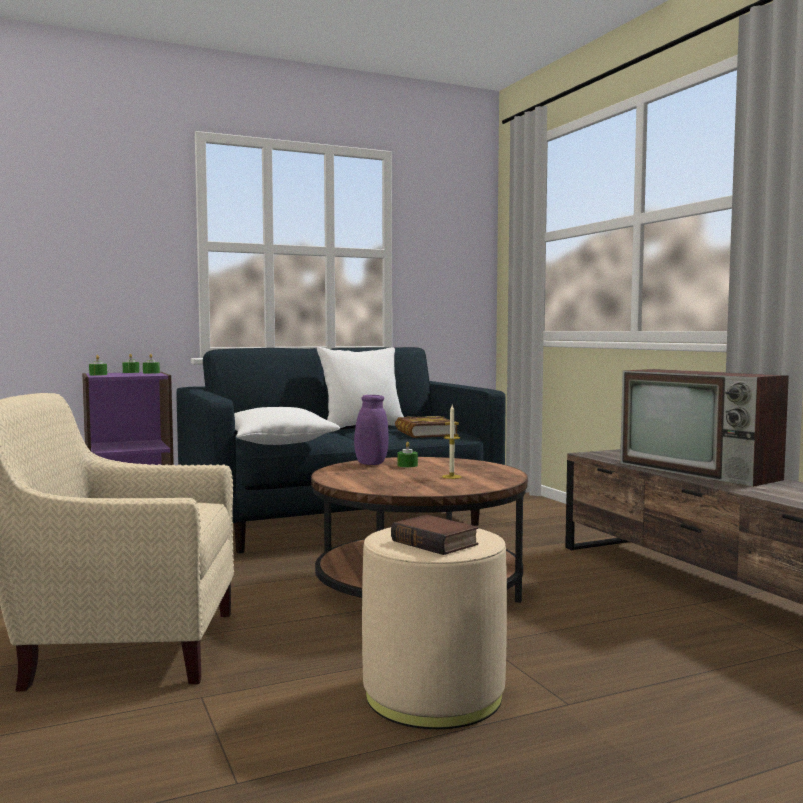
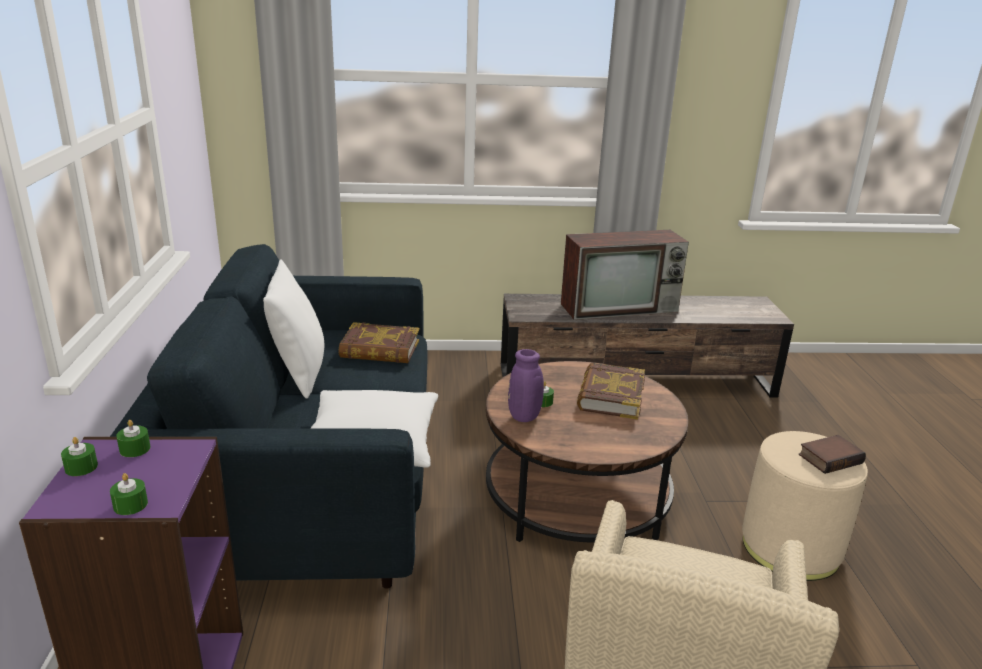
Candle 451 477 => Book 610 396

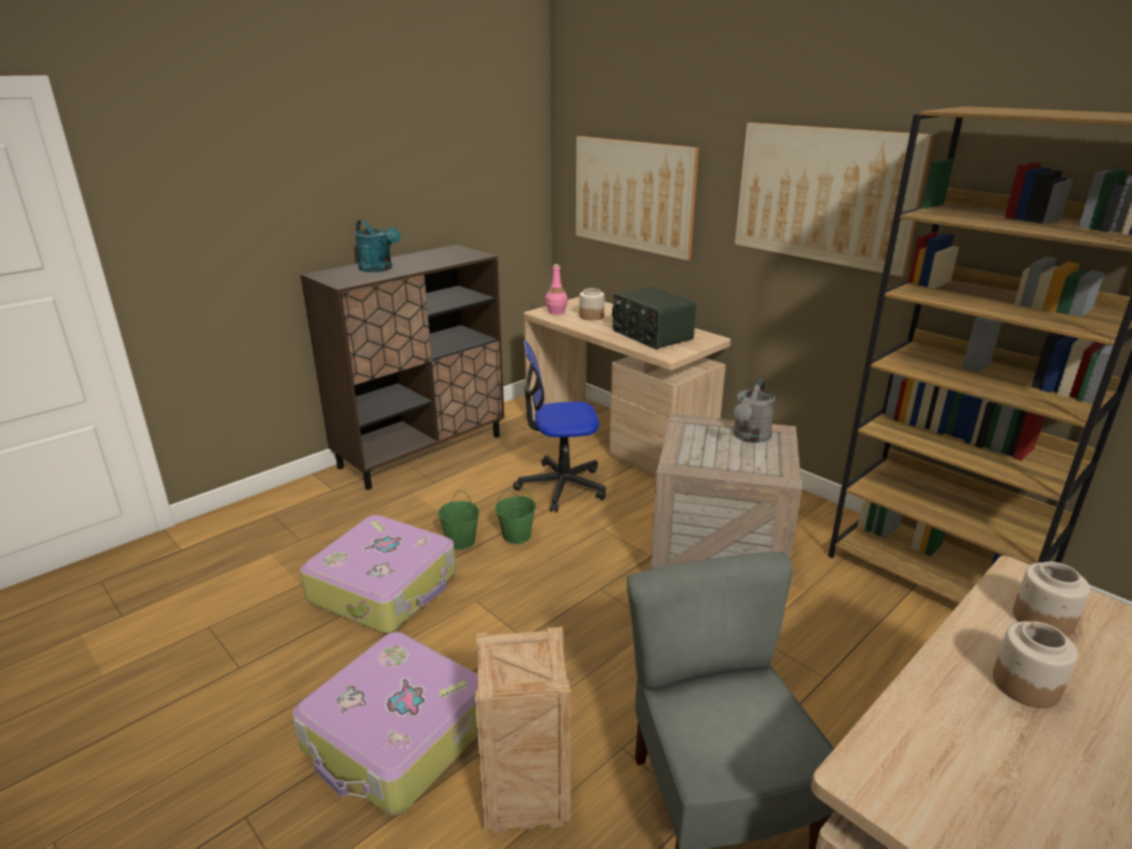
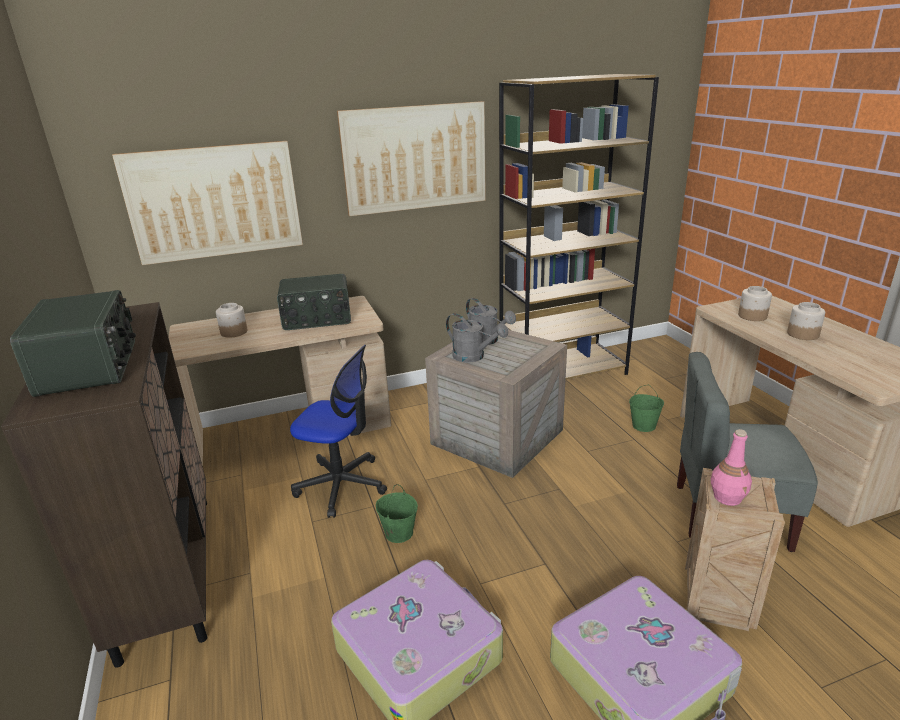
TurquoiseWateringCan 379 269 => Radio 91 367
GreenBucket 461 542 => GreenBucket 644 426, relocated
OfficeChair 561 486 => OfficeChair 341 485, 90 degrees counterclockwise
PinkBottle 556 312 => PinkBottle 727 497, relocated
nothing => GreyWateringCan 473 357

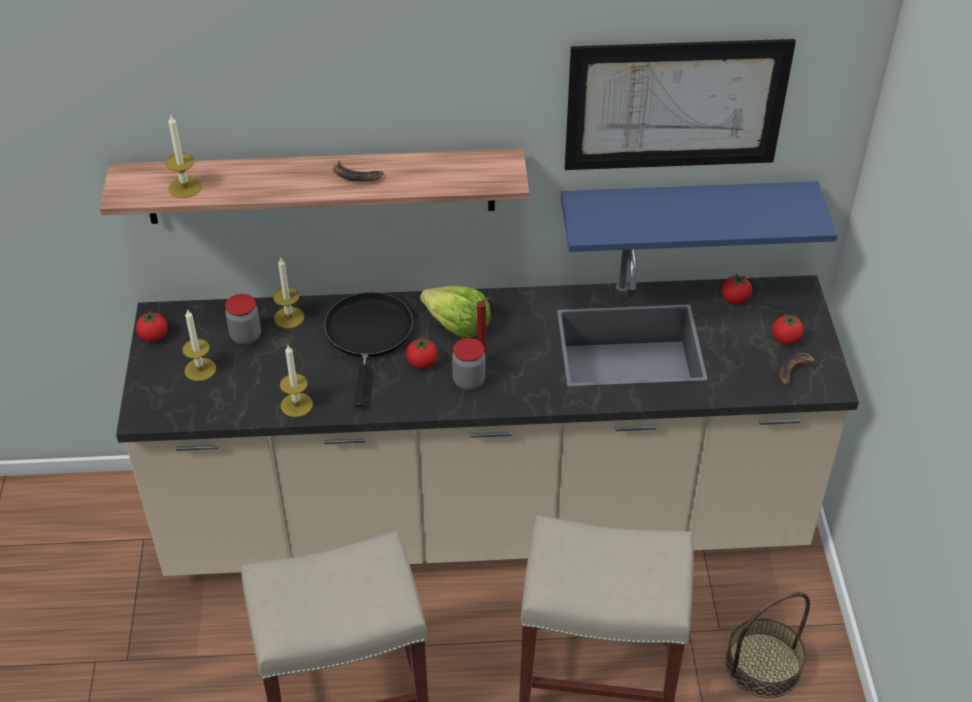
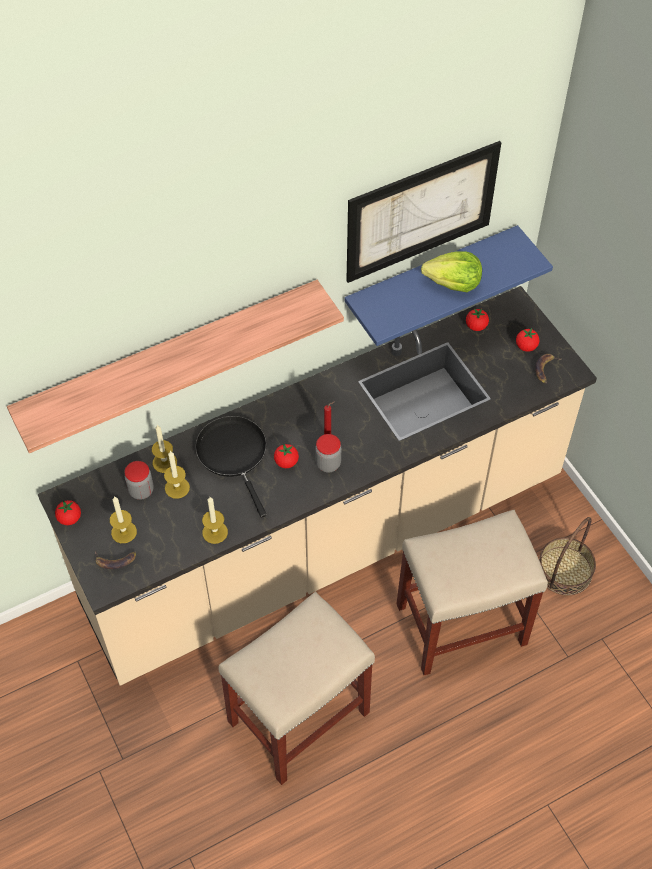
Candle 185 187 => Candle 177 487, relocated
Banana 357 175 => Banana 115 560, relocated
Lettuce 457 325 => Lettuce 453 283, relocated

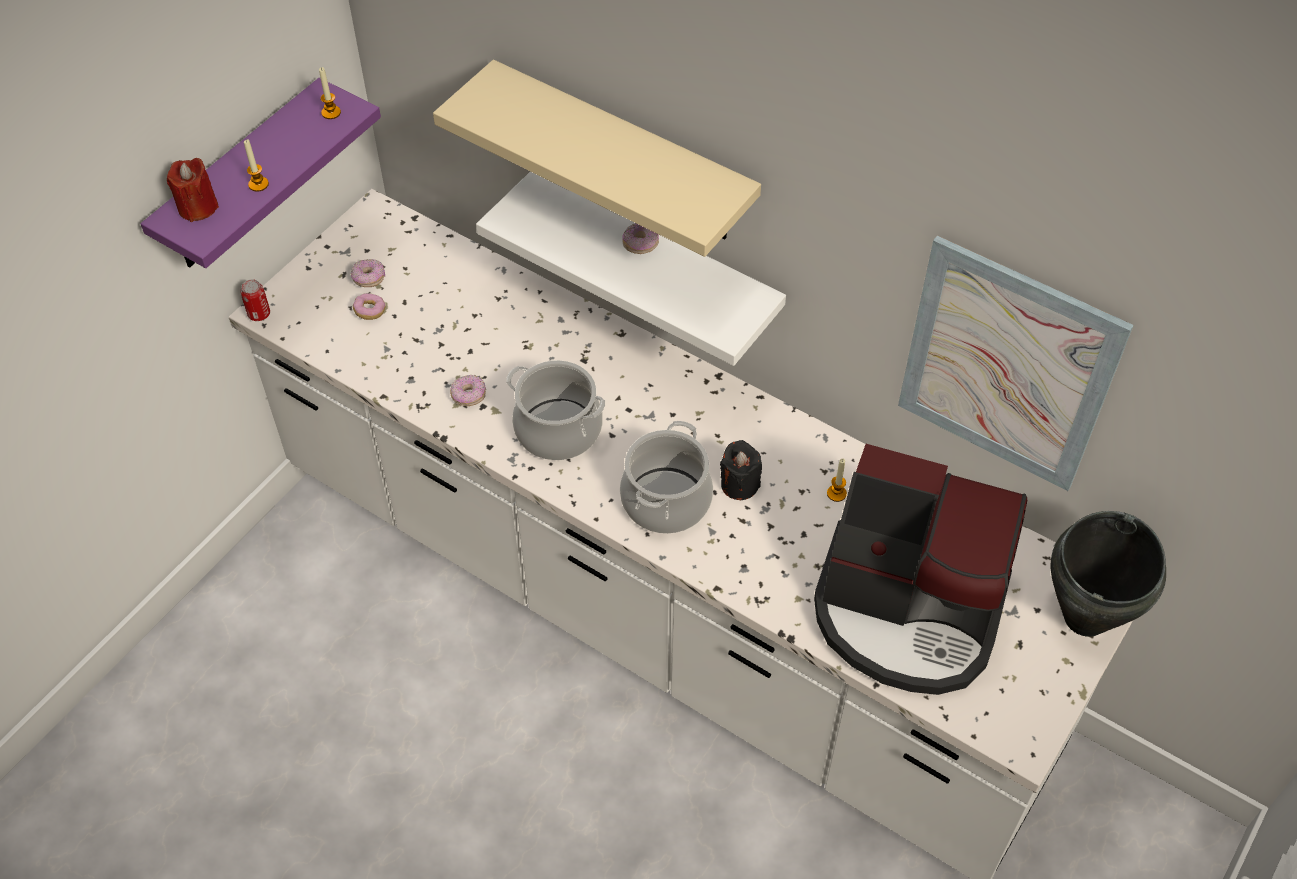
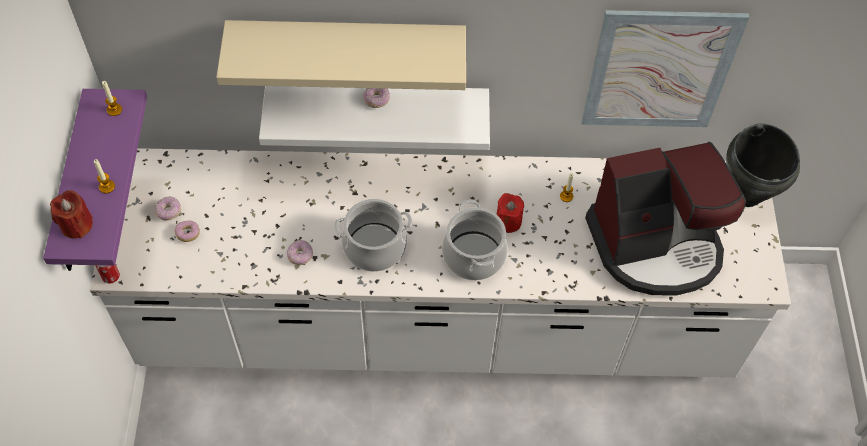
BlackCandle 739 484 => RedCandle 508 221

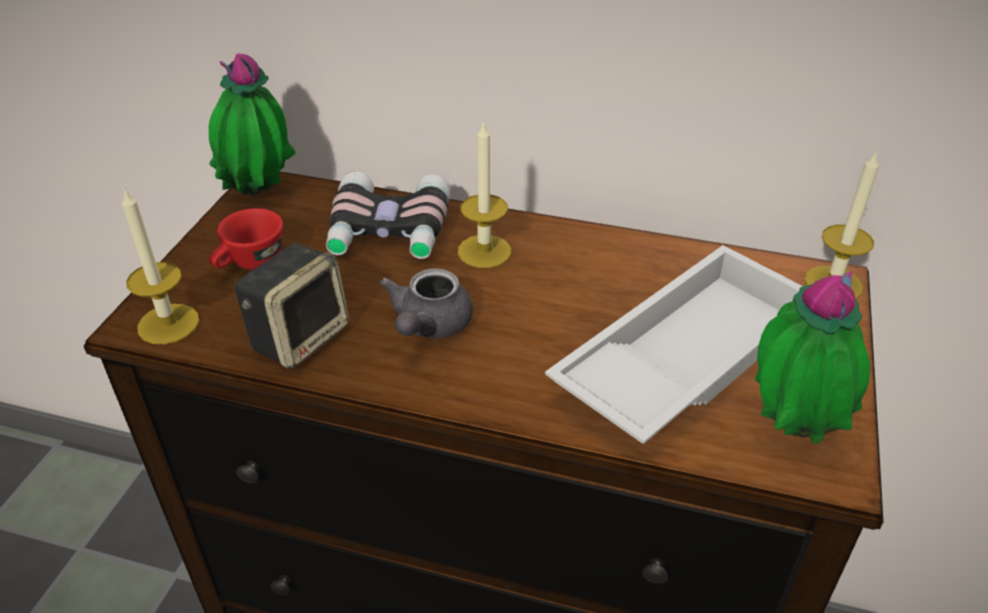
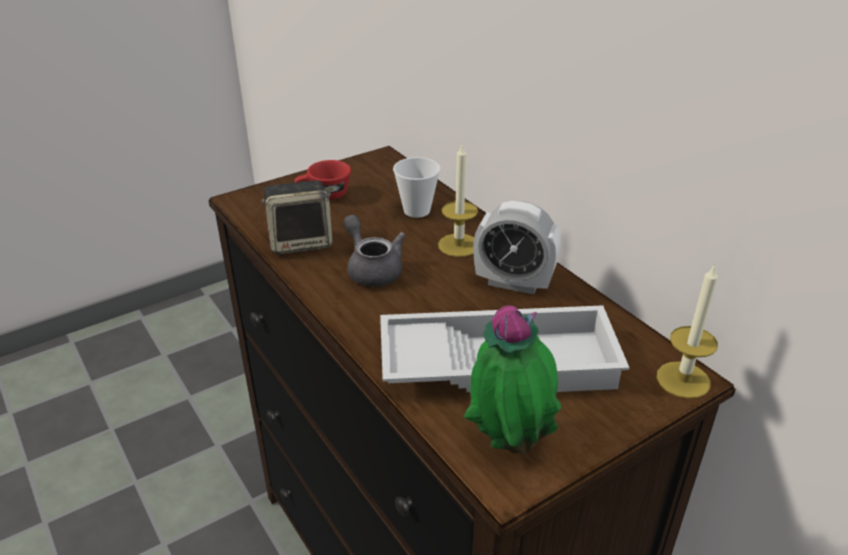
Candle 168 324 => nothing
PottedPlant 260 196 => nothing
Binoculars 388 232 => Cup 417 210
GreyTeapot 428 326 => GreyTeapot 372 269, 90 degrees clockwise
nothing => AlarmClock 513 283

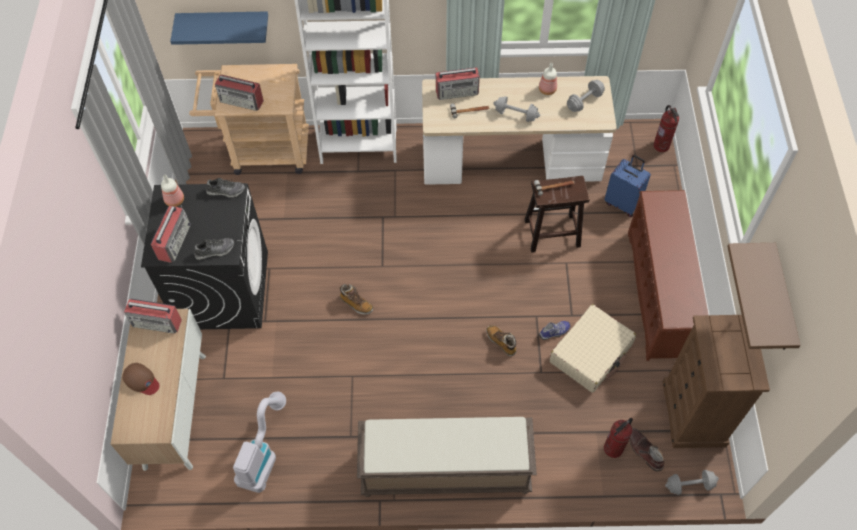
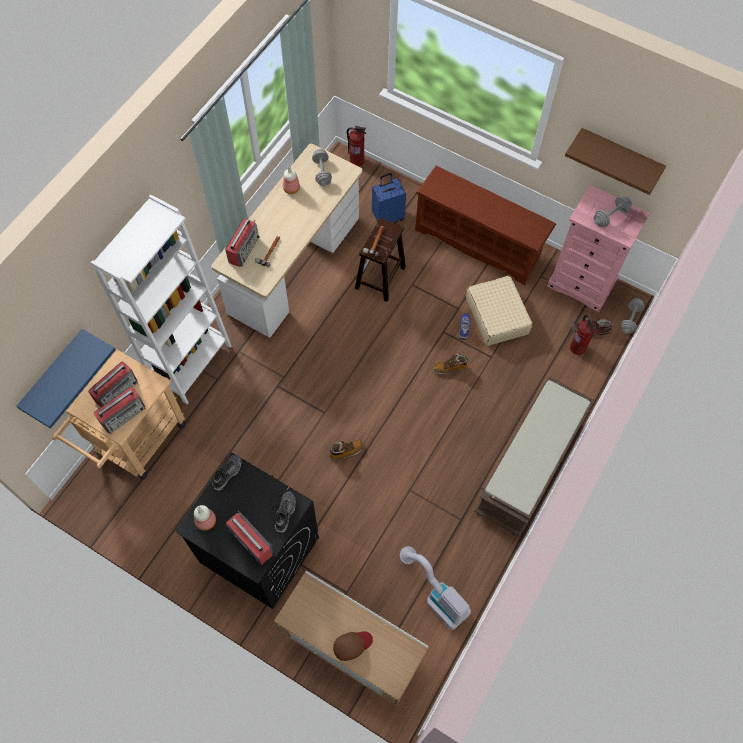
Radio 157 322 => Radio 117 391, relocated
GreyDumbbell 516 115 => GreyDumbbell 610 216, relocated
BrownDresser 694 414 => PinkDresser 582 283

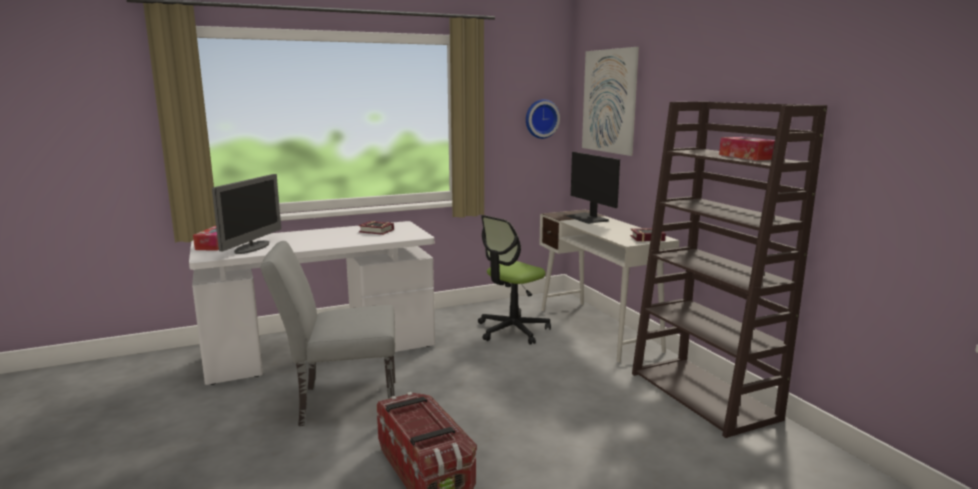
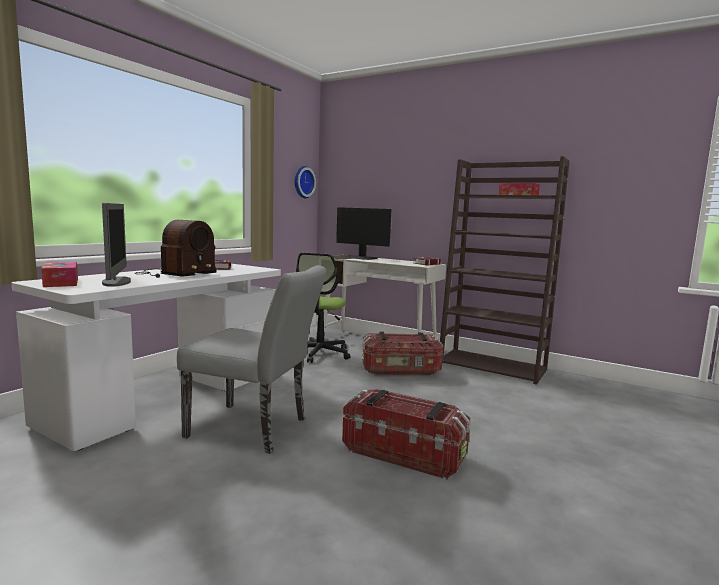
GreyChair 340 403 => GreyChair 255 429, 120 degrees counterclockwise
Picture 609 101 => nothing
nothing => Radio 175 274
nothing => StorageBox 401 371

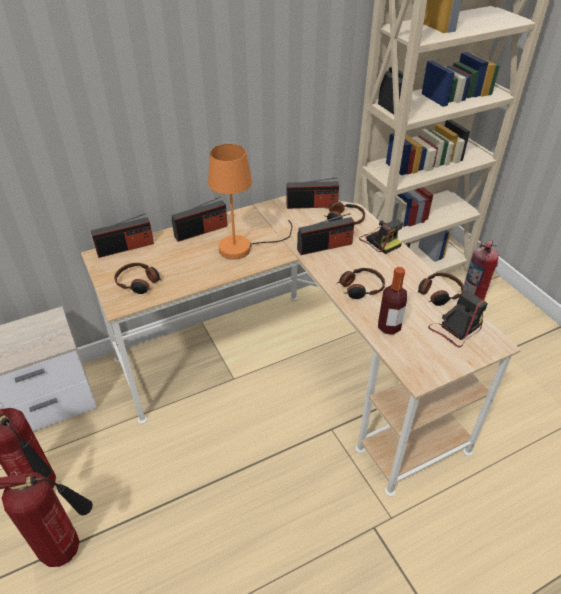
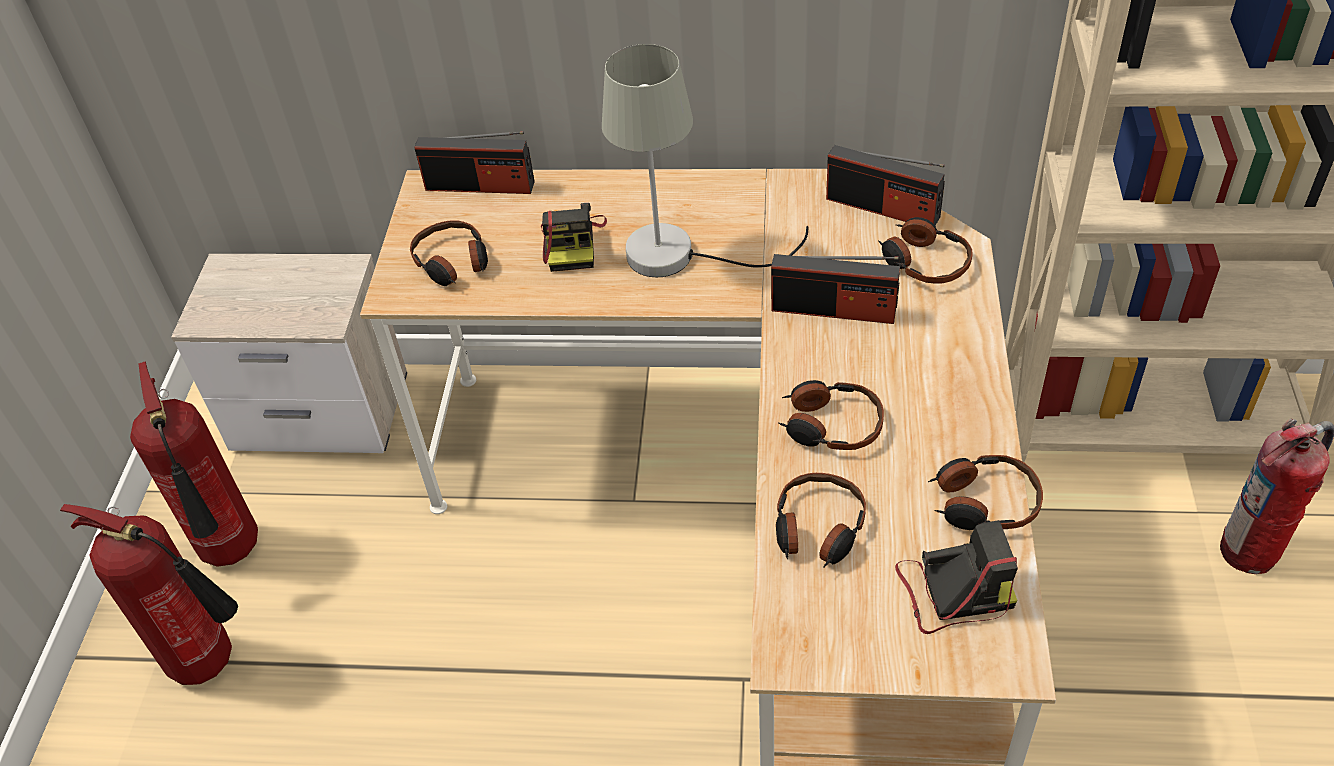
Radio 201 231 => nothing
OrangeTableLamp 244 246 => GreyTableLamp 680 255
PhotoCamera 380 241 => PhotoCamera 573 243, relocated
Bottle 389 327 => Headphones 818 529

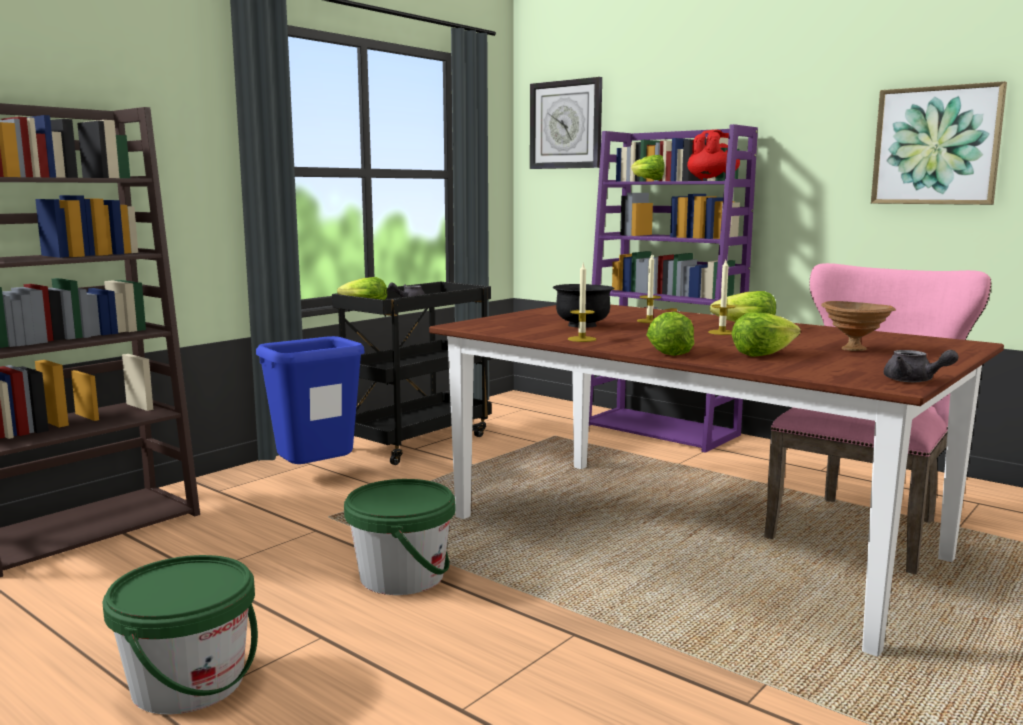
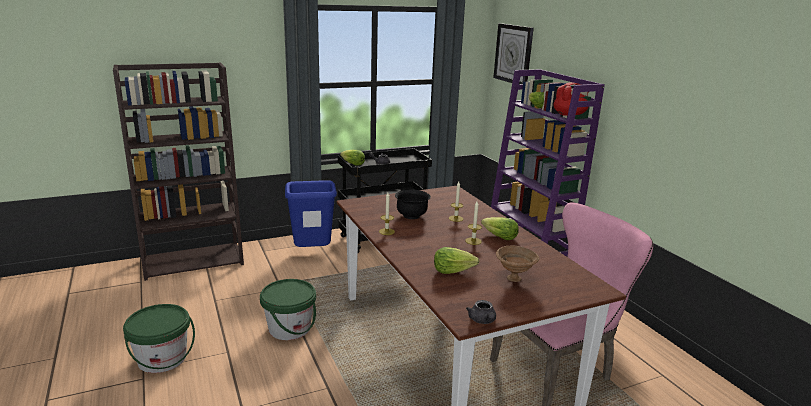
Lettuce 669 352 => nothing
Picture 936 146 => nothing

